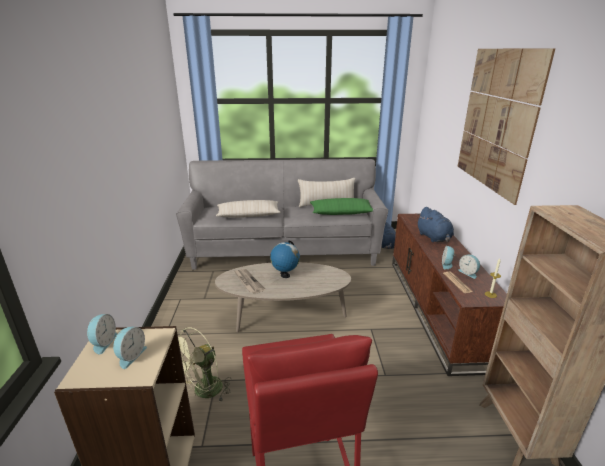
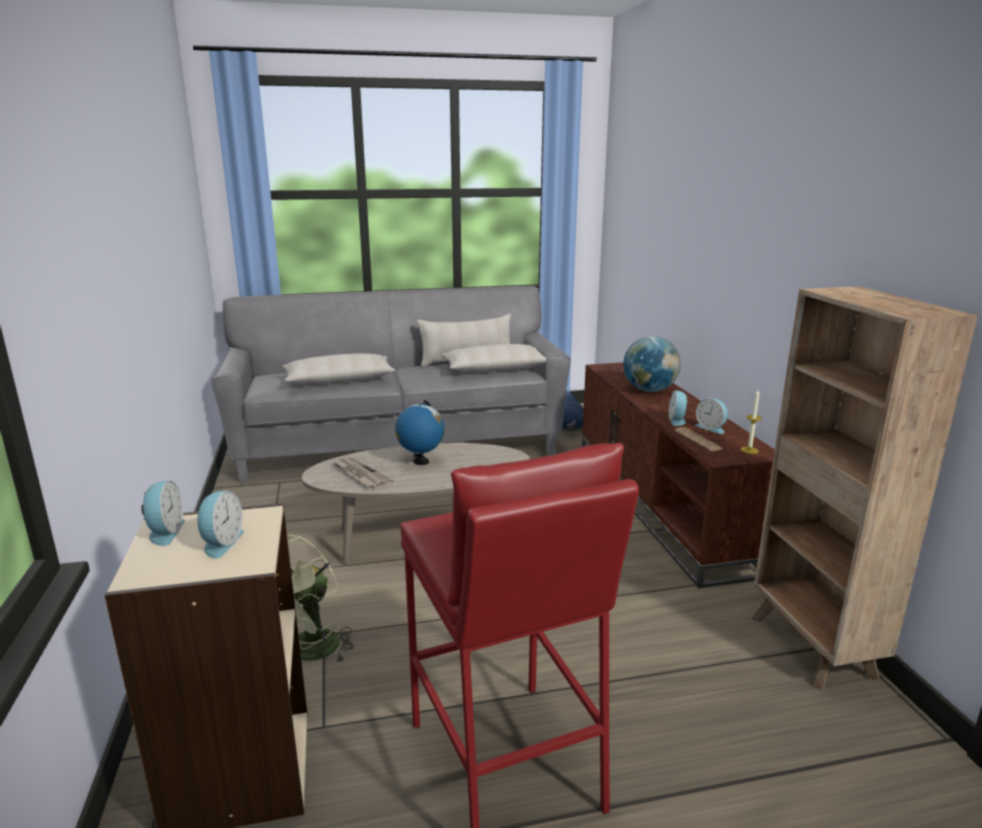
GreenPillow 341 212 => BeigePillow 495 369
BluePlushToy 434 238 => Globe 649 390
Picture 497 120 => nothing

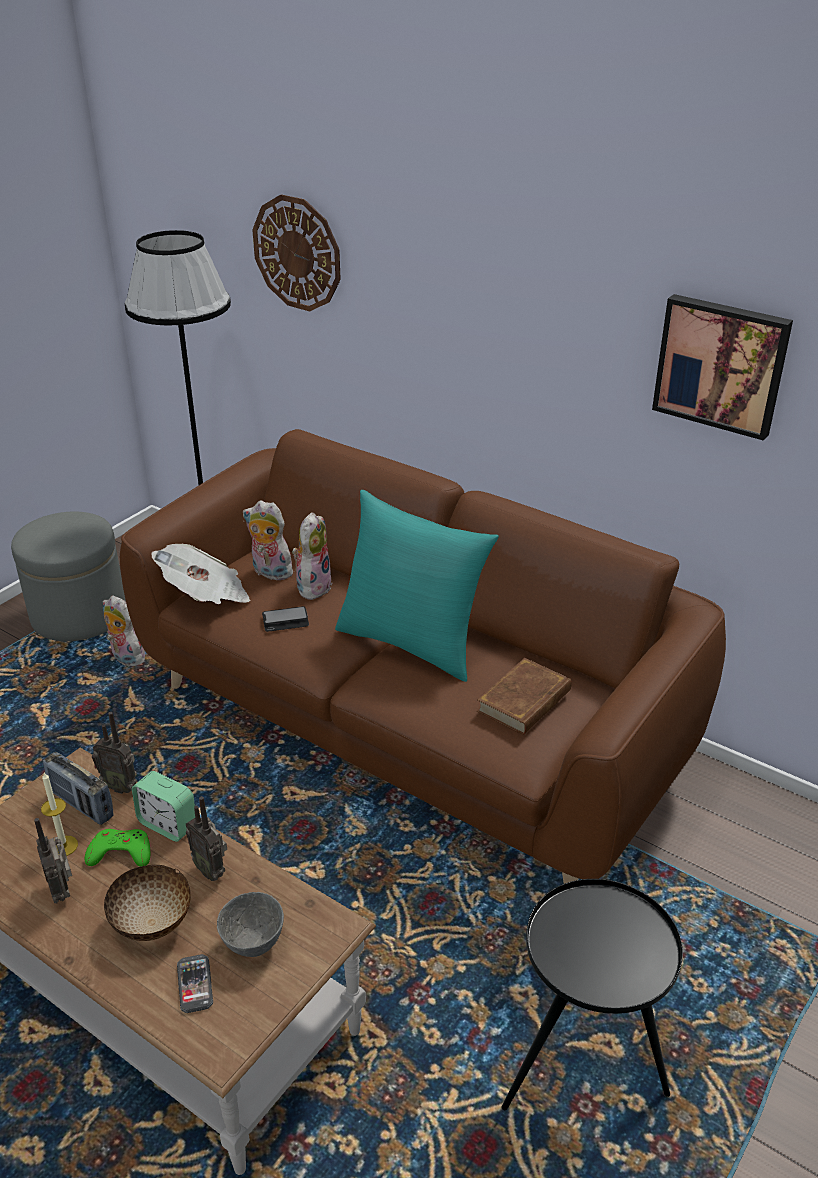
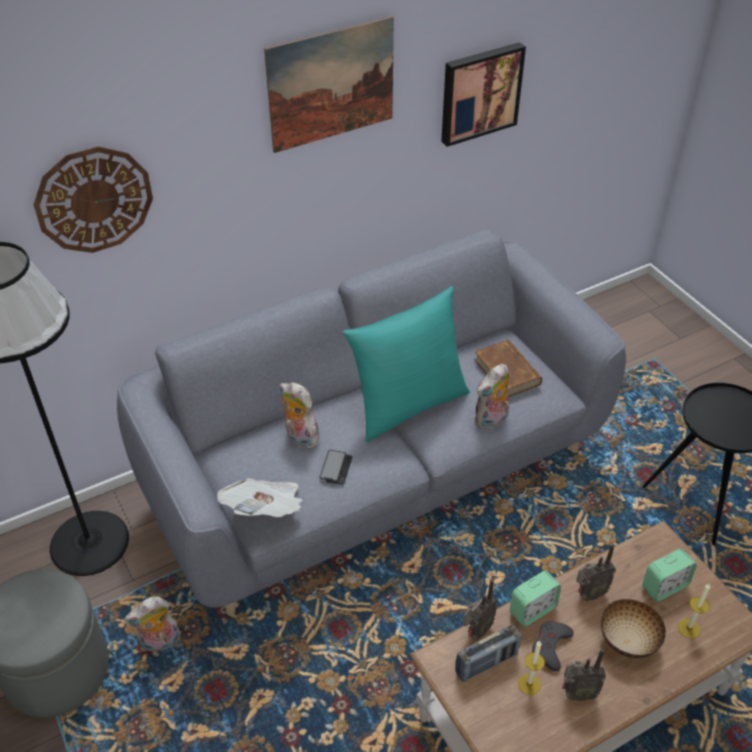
GreenGameController 120 853 => GreyGameController 551 647
BrownSofa 409 726 => GreySofa 375 472
Phone 195 984 => Candle 689 628
GreyBowl 255 944 => AlarmClock 664 586
PlushToy 270 573 => PlushToy 491 421, relocated
nothing => Picture 331 84

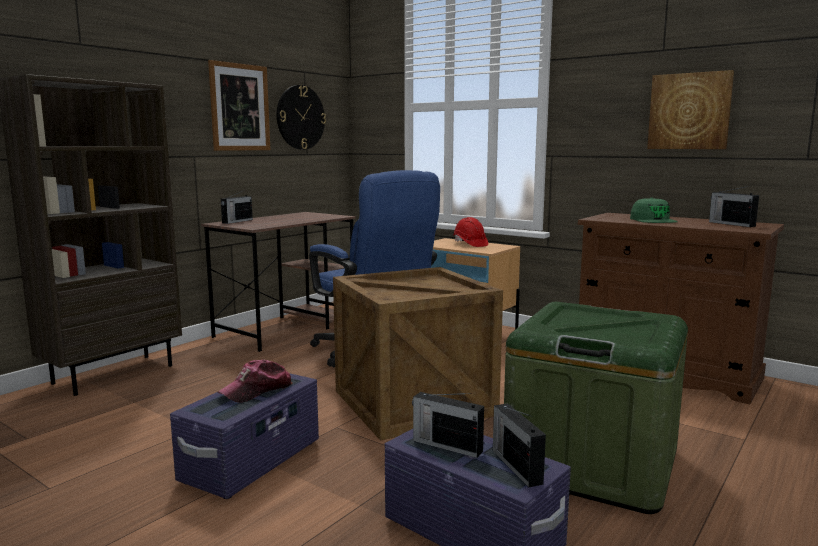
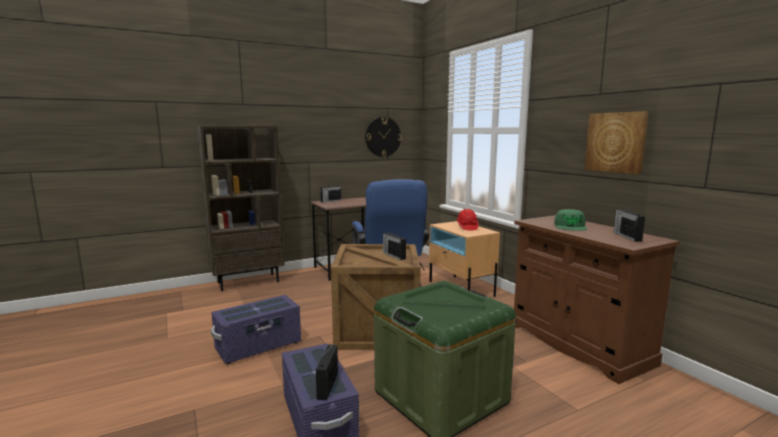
Picture 240 107 => nothing
Cap 257 390 => nothing
Radio 446 445 => Radio 393 255, relocated

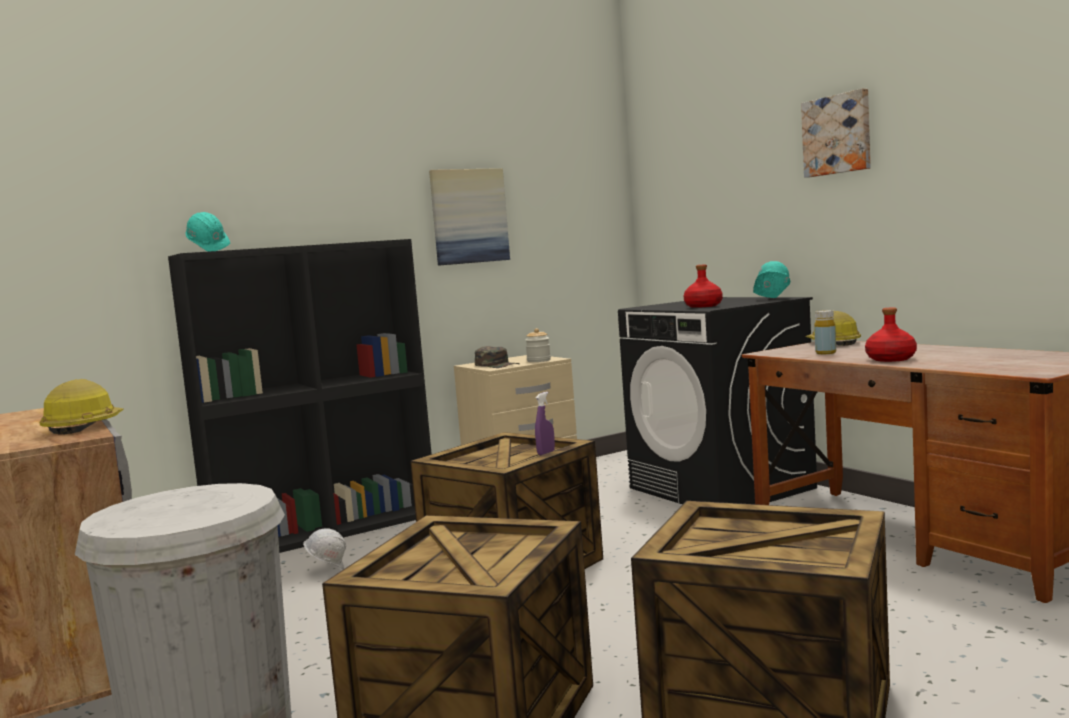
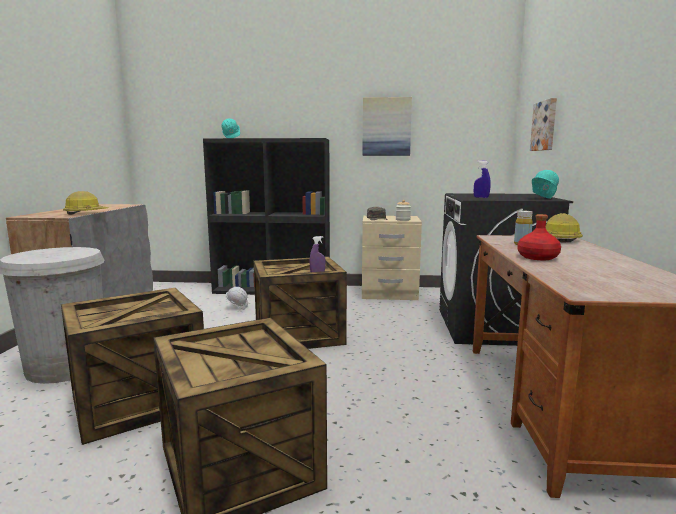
RedBottle 703 306 => BlueSprayBottle 481 197
Picture 838 134 => Picture 545 126, relocated

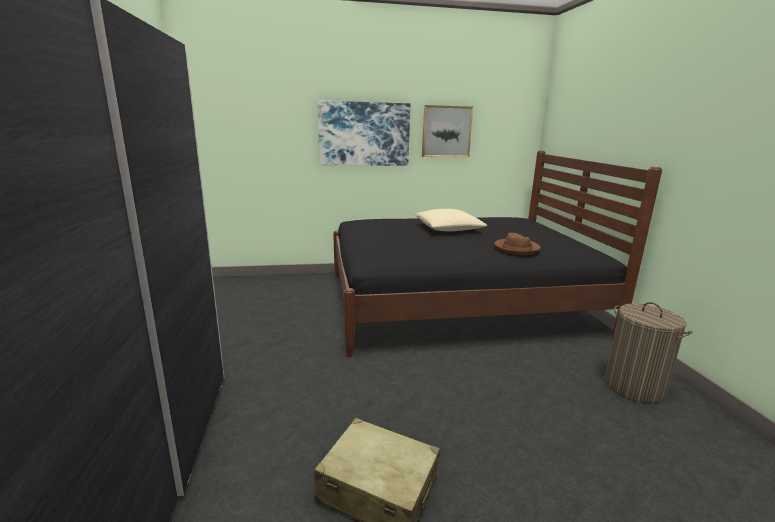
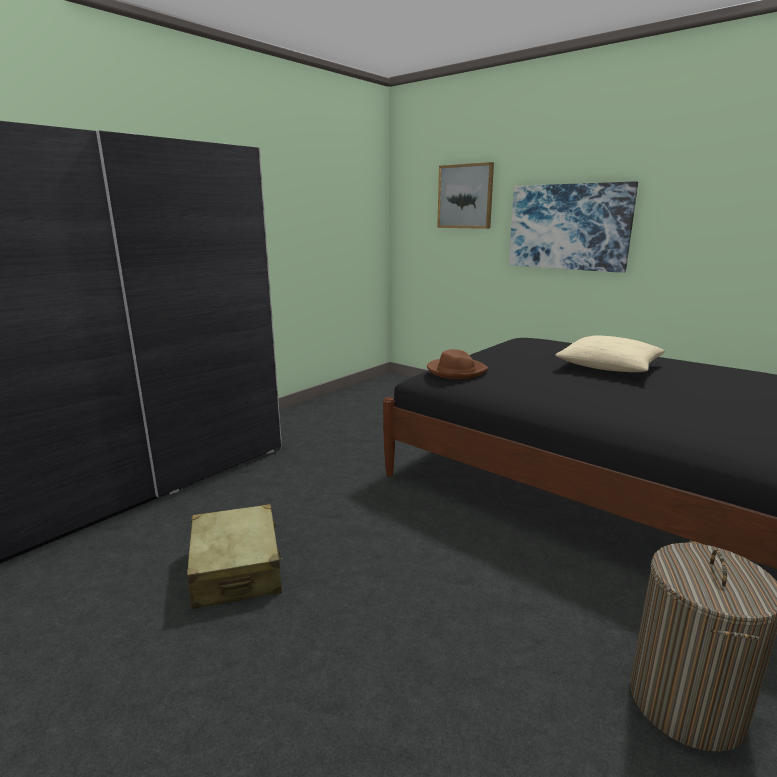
Picture 446 131 => Picture 465 196, relocated
BrownHat 516 248 => BrownHat 456 371, relocated

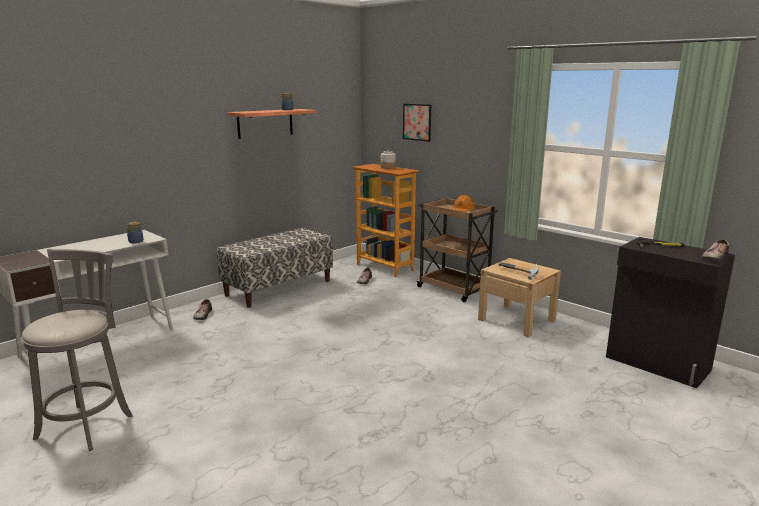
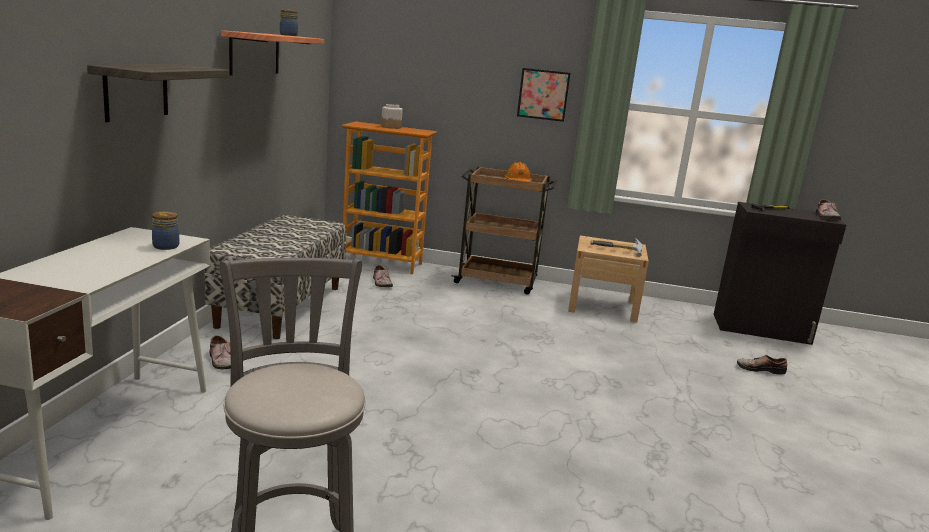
Picture 417 122 => Picture 543 94, relocated
nothing => Shelf 136 91
nothing => Shoe 759 369

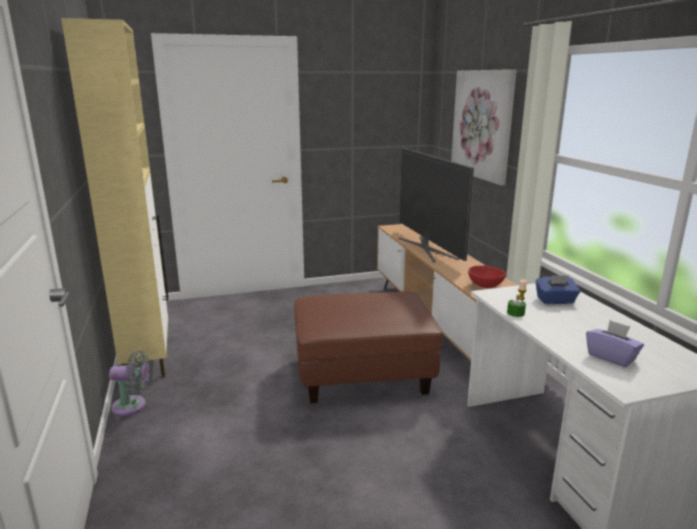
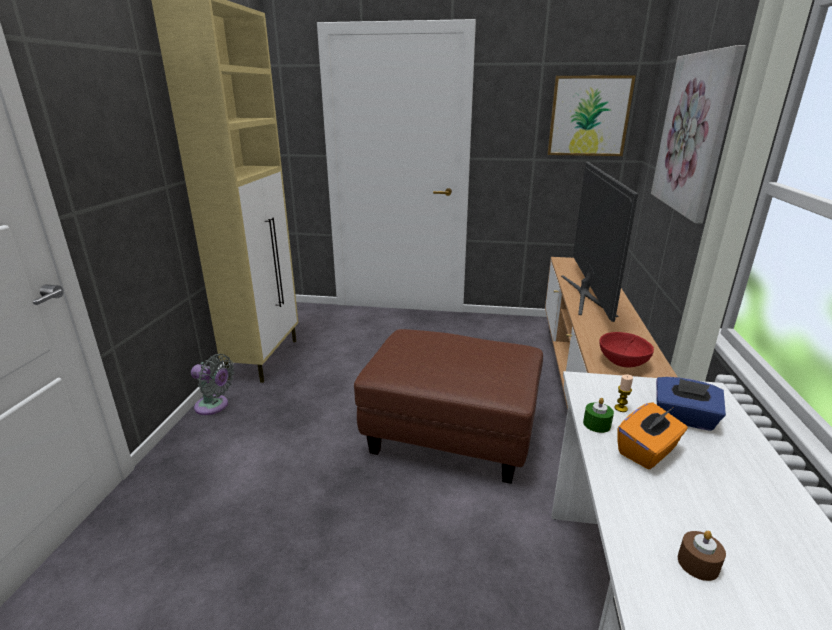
PurpleTissueBox 611 357 => BrownCandle 698 564
nothing => Picture 589 116
nothing => OrangeTissueBox 647 451

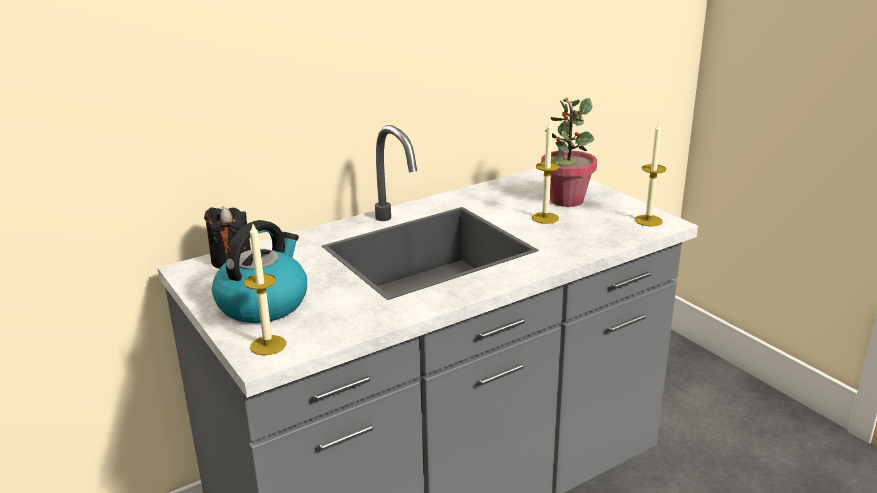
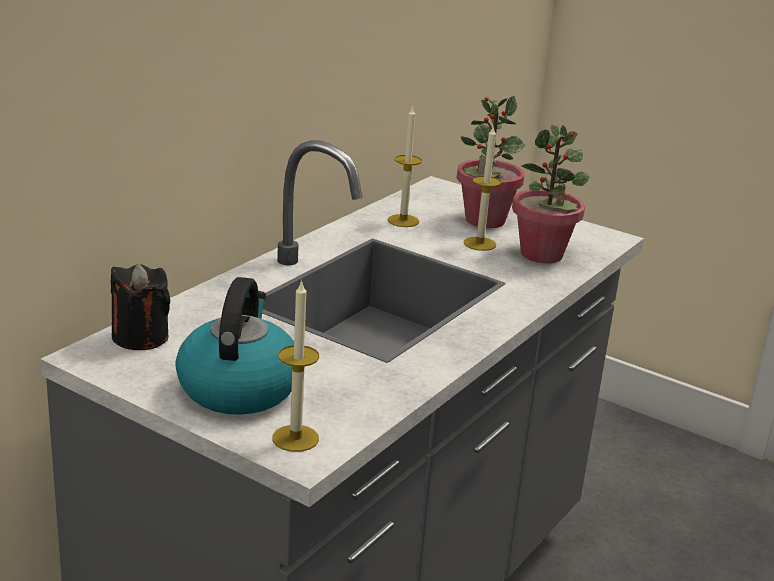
Candle 648 220 => Candle 403 221, relocated
nothing => PottedPlant 542 254

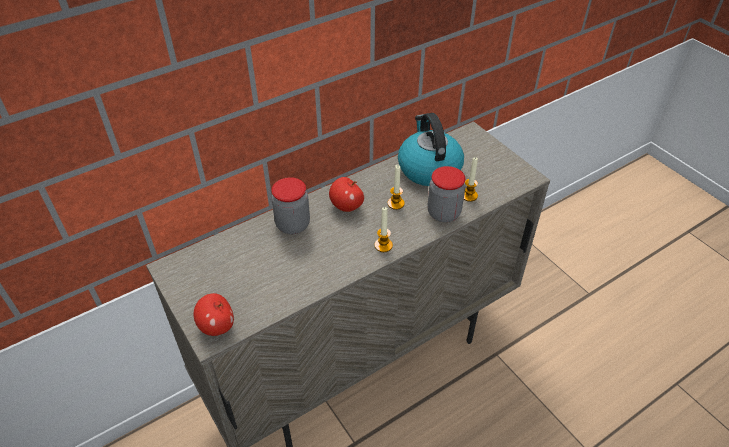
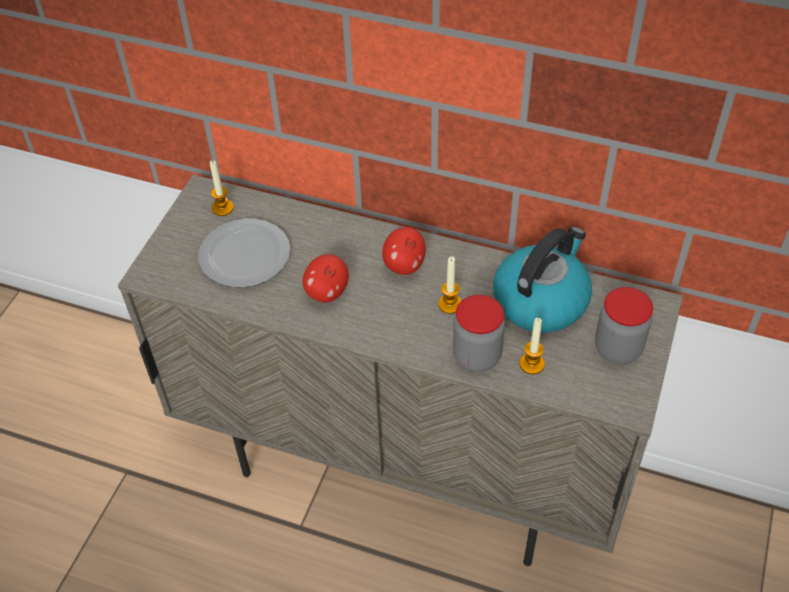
Apple 217 326 => Apple 327 292, relocated
Jar 293 225 => Jar 618 348, relocated
Candle 383 245 => Candle 222 208, relocated
nothing => Plate 243 255

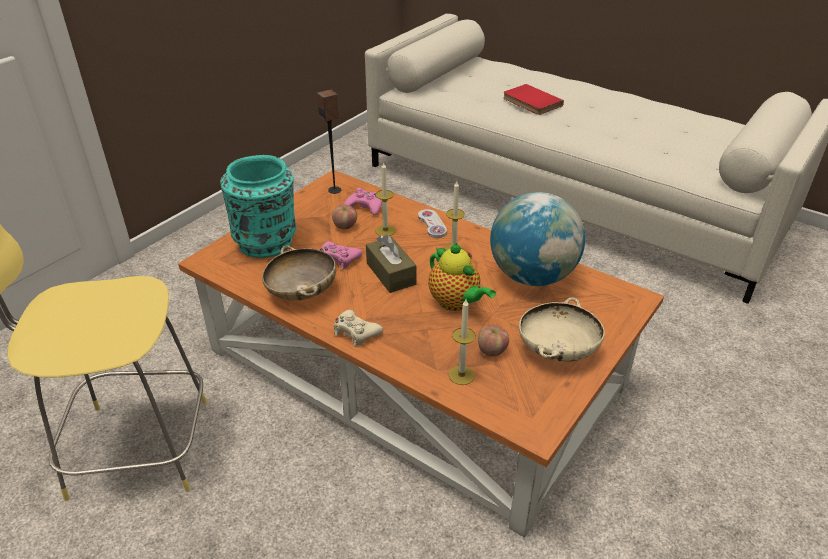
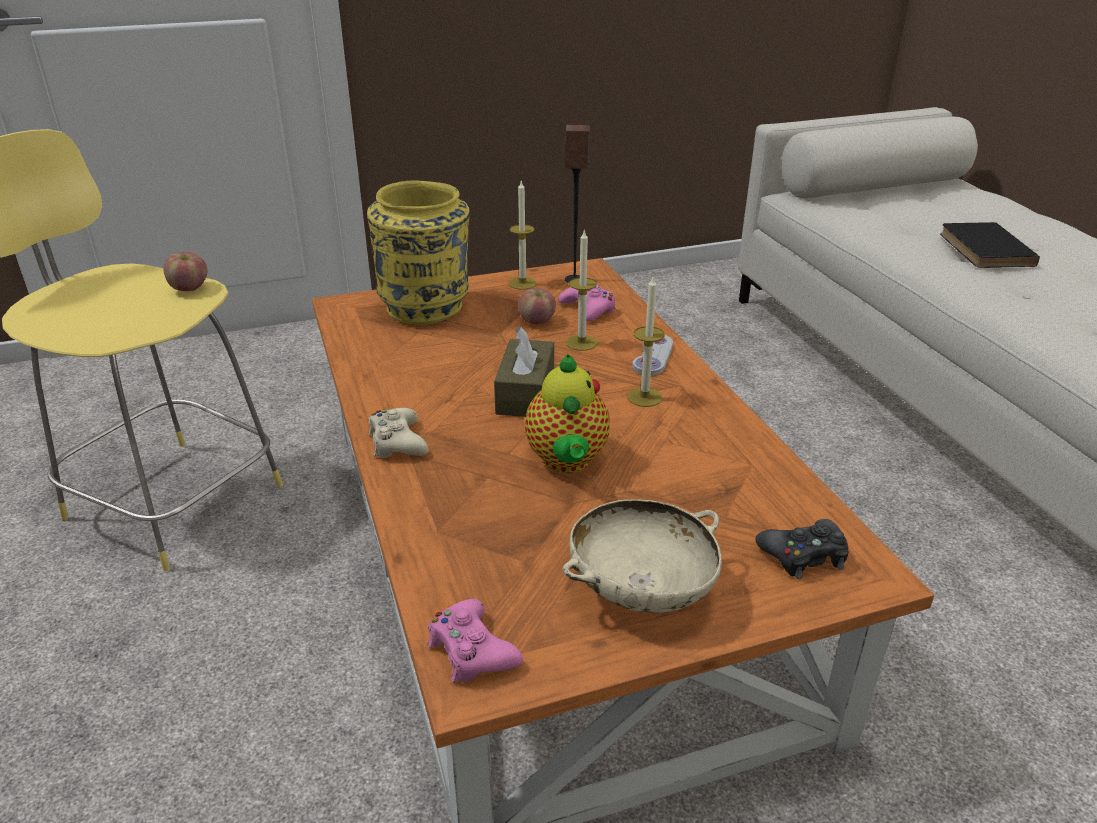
TurquoiseVase 267 242 => YellowVase 426 308
BeigeBowl 302 292 => nothing
PinkGameController 338 259 => PinkGameController 471 651, relocated
Candle 461 375 => Candle 522 283, relocated
Apple 491 350 => Apple 189 288, relocated
Globe 532 276 => nothing
RedBook 530 102 => BlackBook 982 249
nothing => BlackGameController 804 556

